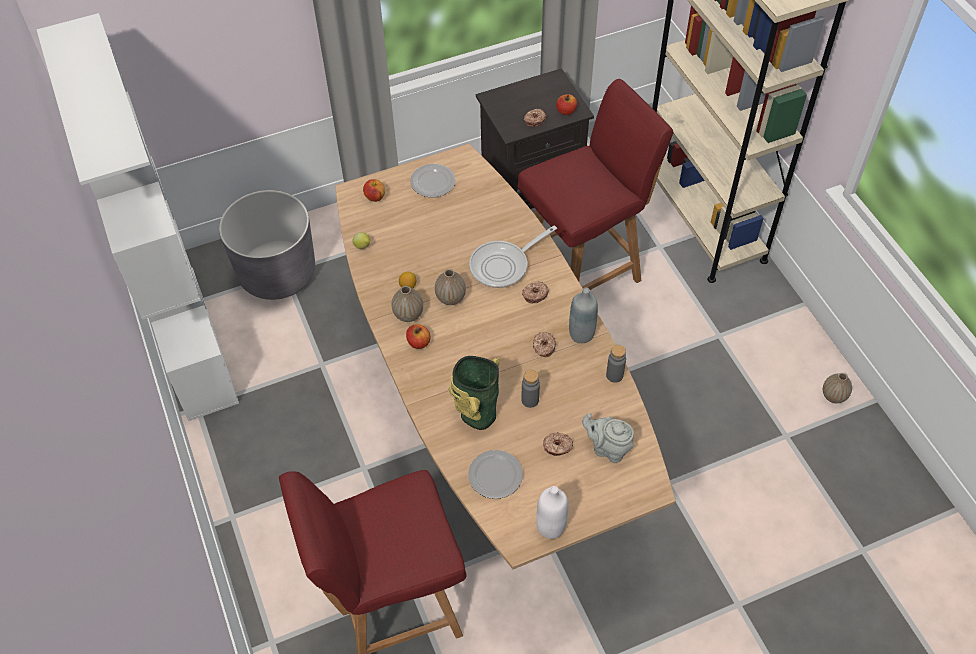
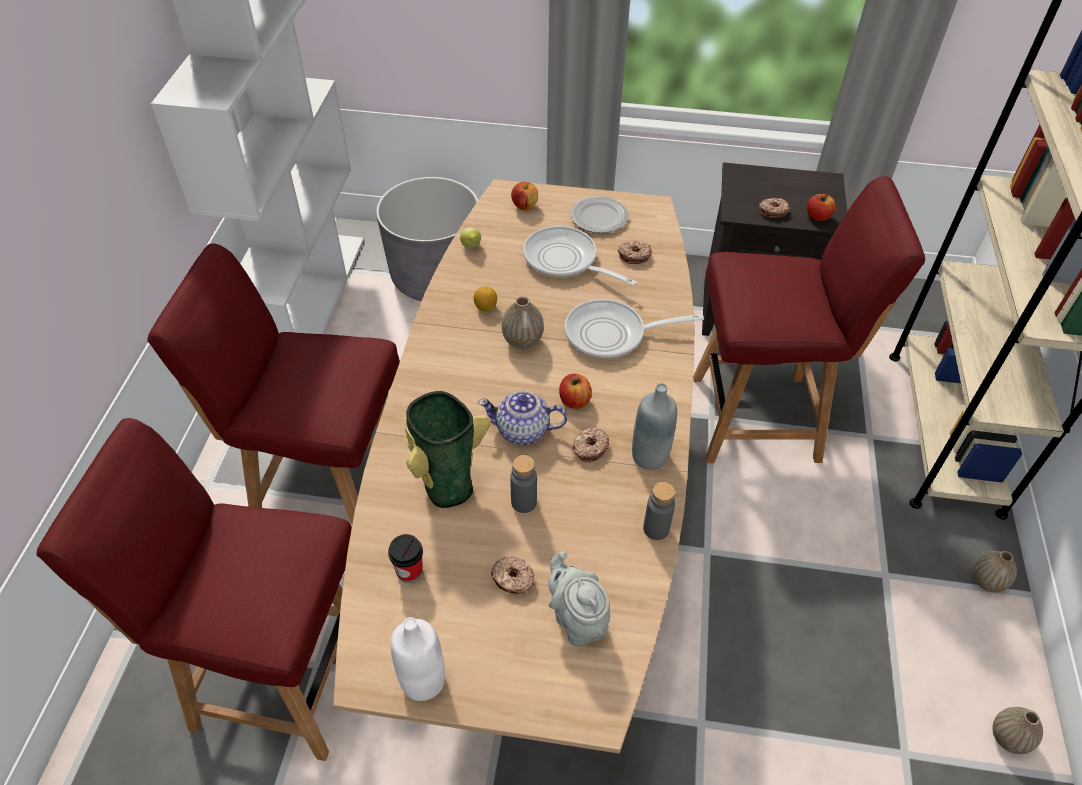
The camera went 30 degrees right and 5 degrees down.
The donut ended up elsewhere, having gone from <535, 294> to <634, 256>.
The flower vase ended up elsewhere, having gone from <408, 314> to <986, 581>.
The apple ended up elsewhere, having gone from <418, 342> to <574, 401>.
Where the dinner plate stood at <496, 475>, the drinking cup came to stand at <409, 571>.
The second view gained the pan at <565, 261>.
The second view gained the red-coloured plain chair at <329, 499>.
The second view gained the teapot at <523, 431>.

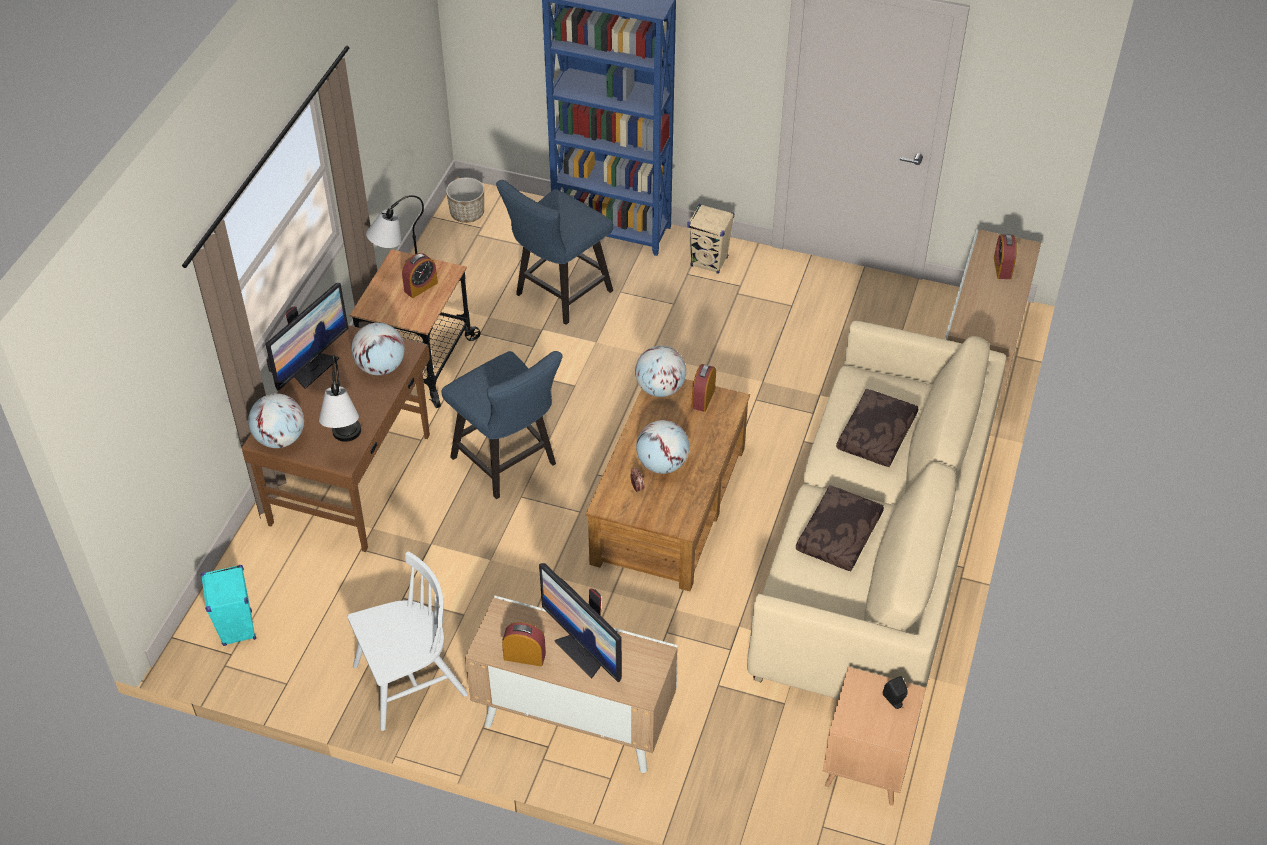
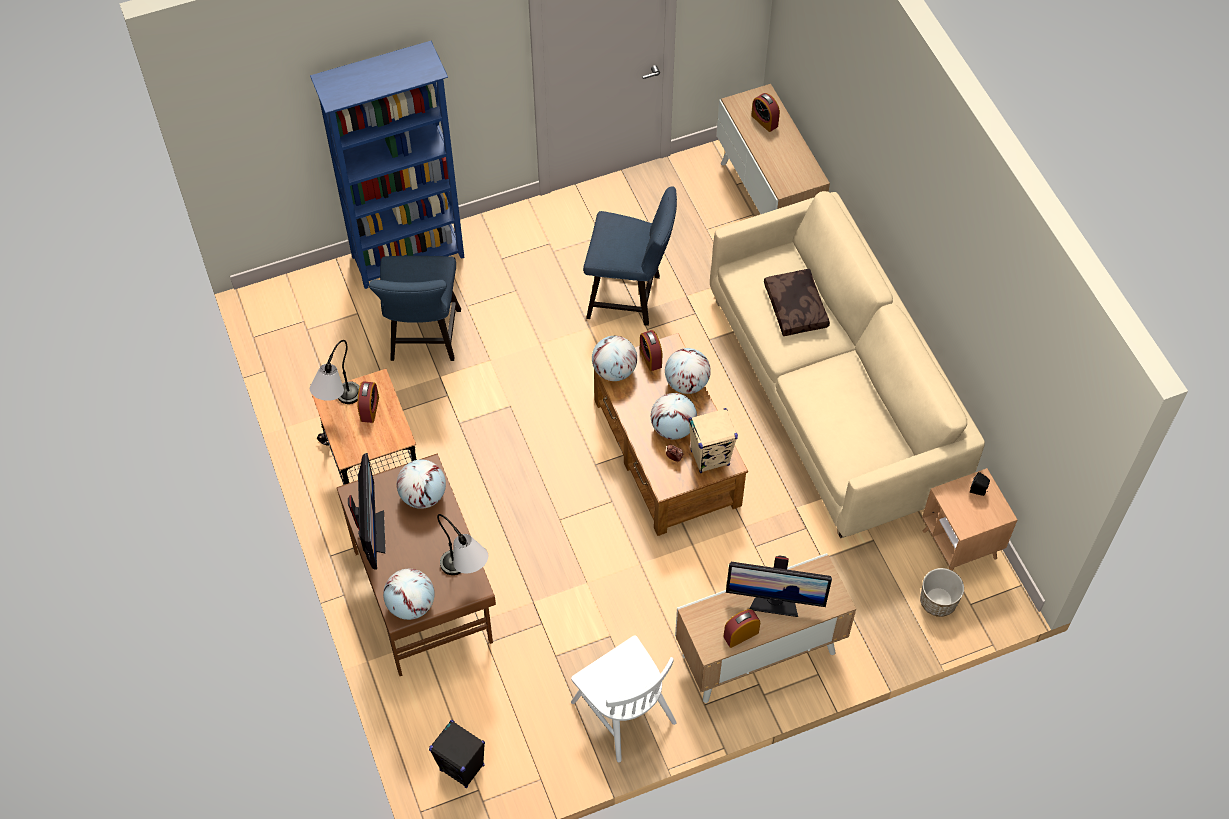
The camera went 40 degrees left and 10 degrees up.
The plant pot ended up elsewhere, having gone from <467, 214> to <938, 601>.
The beige audio speaker ended up elsewhere, having gone from <709, 262> to <710, 458>.
The blue plain chair ended up elsewhere, having gone from <509, 464> to <630, 297>.
The second view lost the brown-coloured throw pillow at <840, 536>.
The whitish plain chair at <409, 681> ended up facing another way, 120 degrees clockwise from before.
What was the turquoise-coloured audio speaker at <237, 629> turned into the black audio speaker at <462, 768>.
The second view gained the world globe at <686, 383>.

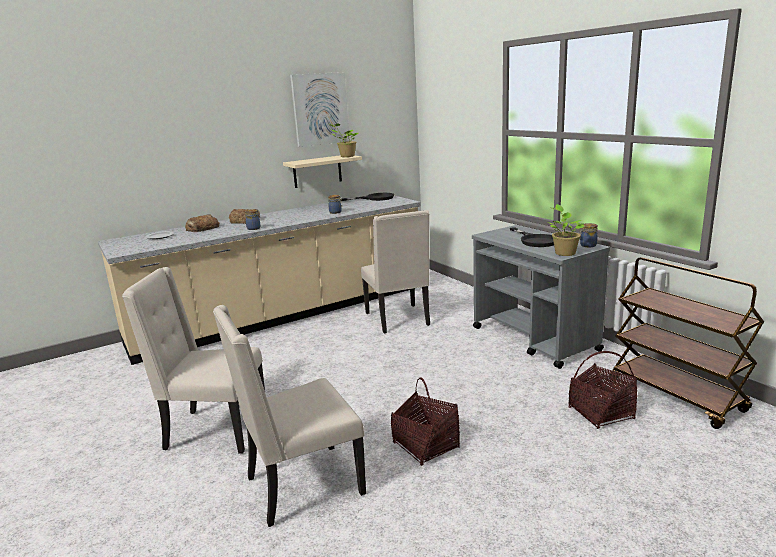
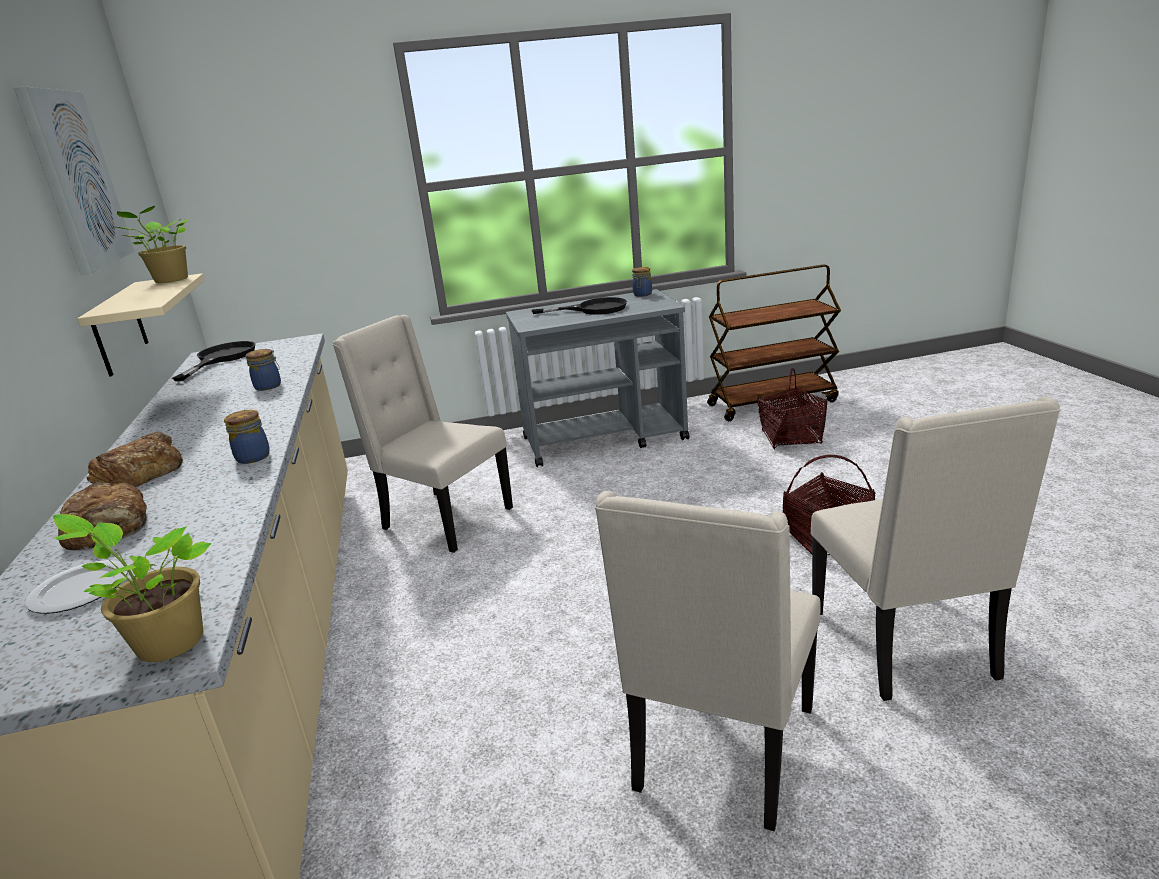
The camera went 70 degrees left and 5 degrees up.
The plant in a pot ended up elsewhere, having gone from <564, 253> to <165, 643>.
The beige plain chair at <399, 319> ended up facing another way, 150 degrees counterclockwise from before.

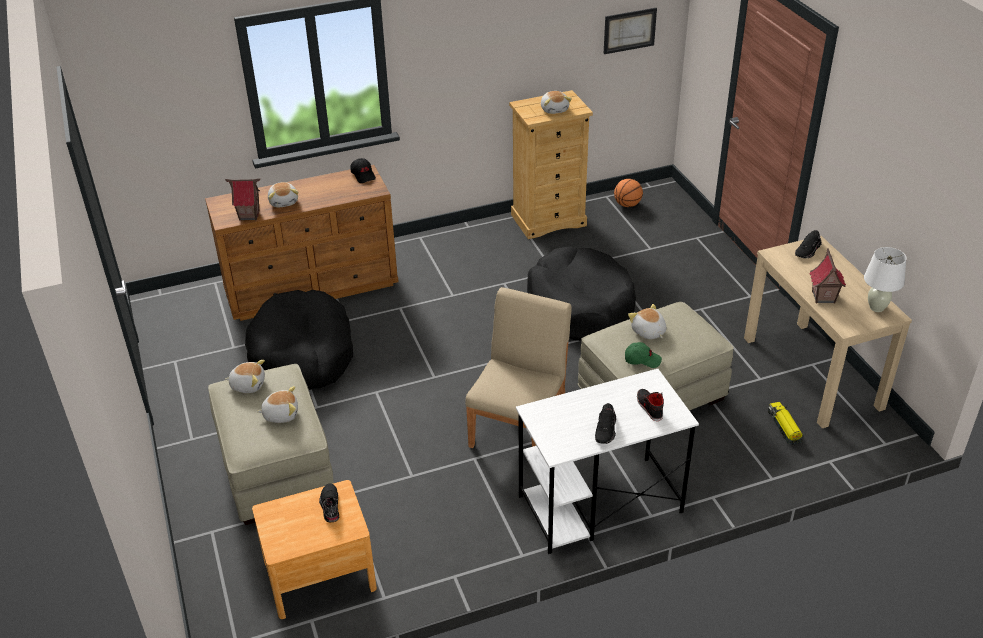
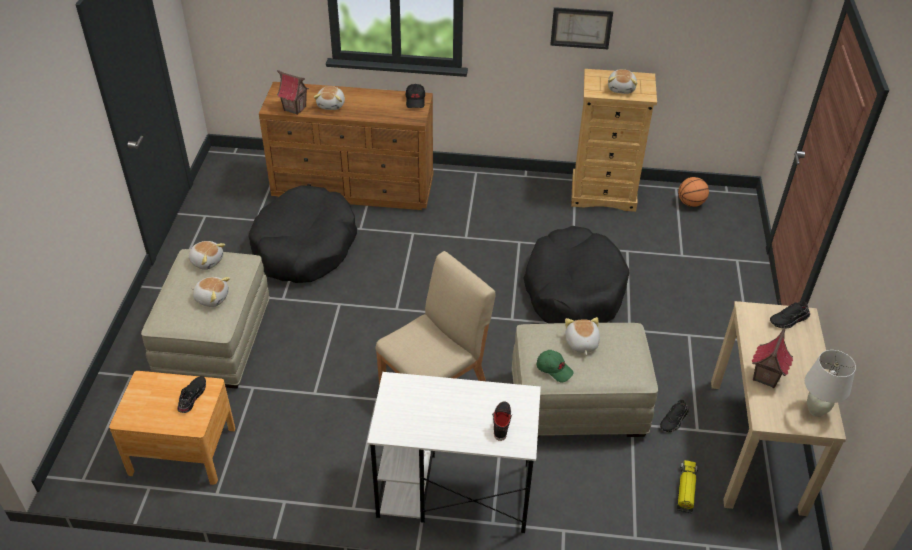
The camera went 25 degrees right and 5 degrees up.
The picture ended up elsewhere, having gone from <629, 30> to <581, 28>.
The black low shoe ended up elsewhere, having gone from <606, 430> to <674, 420>.

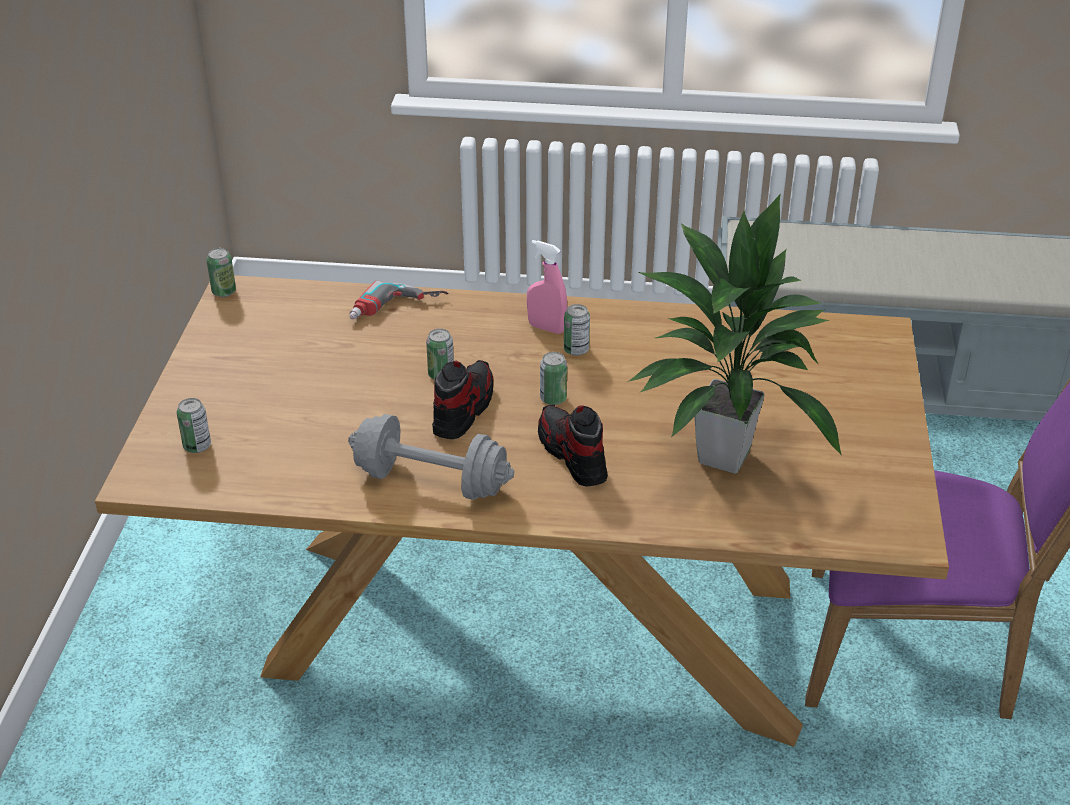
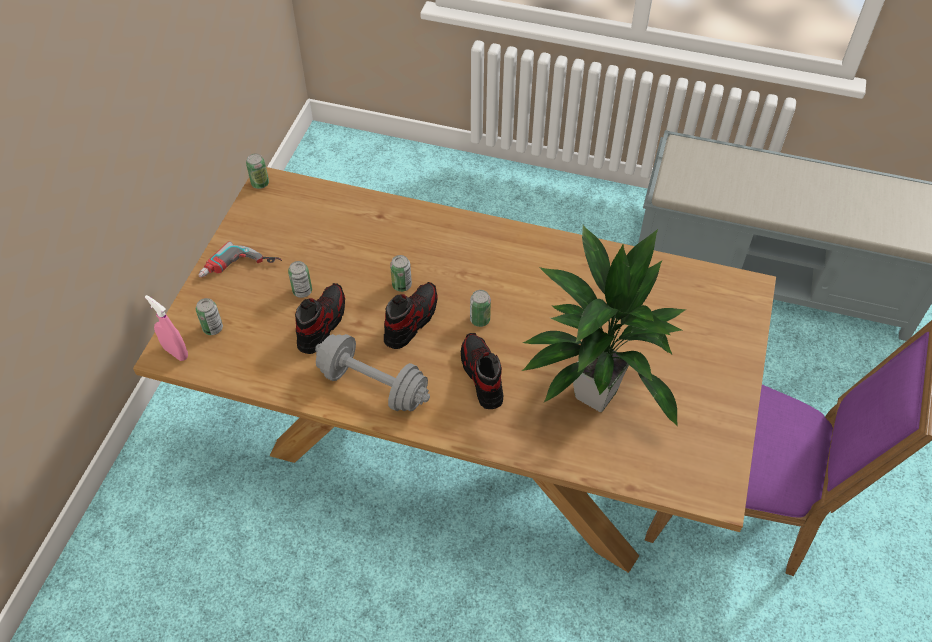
The camera went 10 degrees right and 15 degrees up.
The pink spray bottle ended up elsewhere, having gone from <546, 328> to <175, 352>.
The power drill ended up elsewhere, having gone from <397, 310> to <240, 271>.
The sealed can ended up elsewhere, having gone from <576, 350> to <302, 291>.
The second view gained the low shoe at <322, 324>.

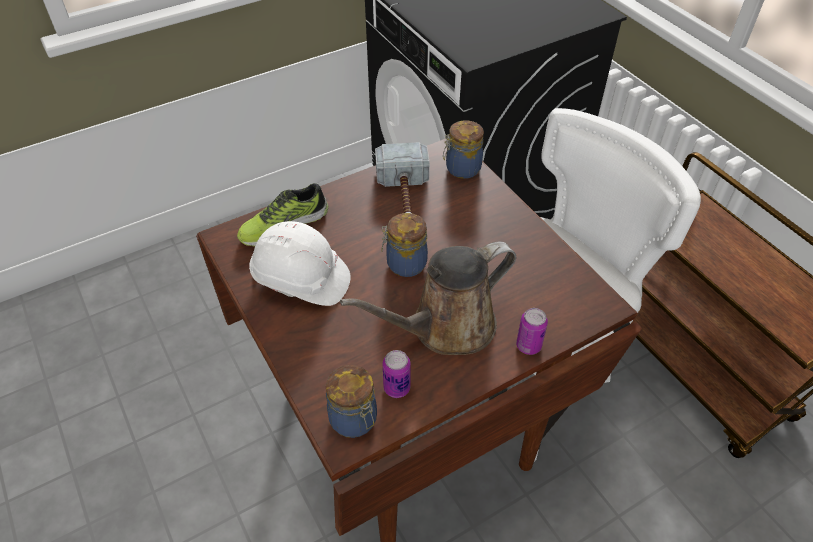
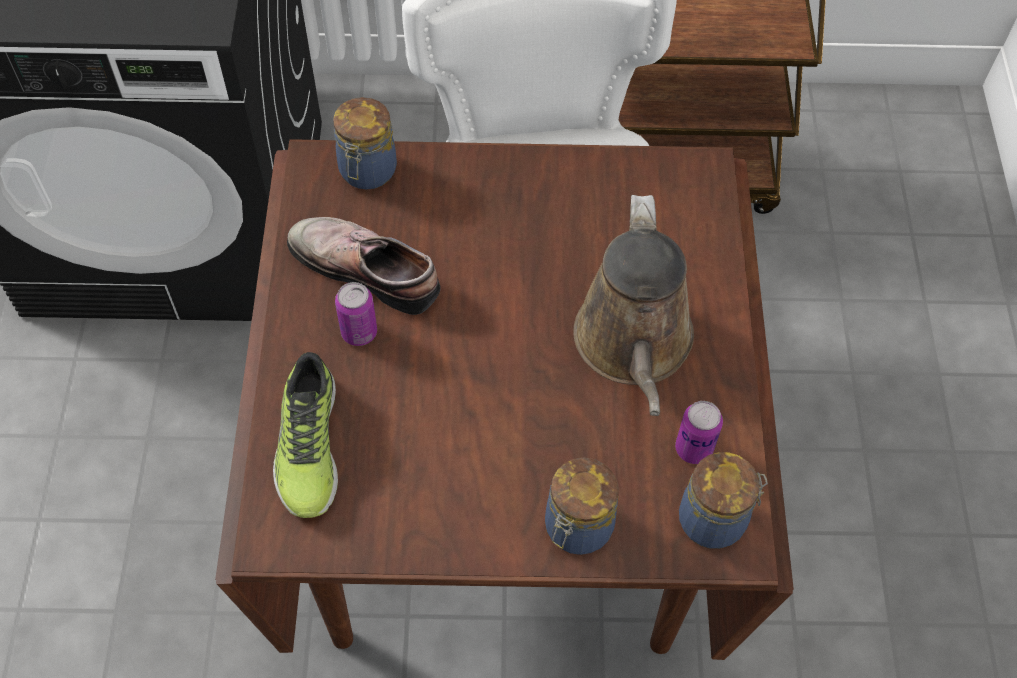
The camera went 60 degrees left and 10 degrees up.
Where the tool hammer stood at <404, 196>, the low shoe came to stand at <368, 267>.
The jar ended up elsewhere, having gone from <404, 264> to <576, 529>.
The second view lost the whitish safety helmet at <301, 280>.
The sealed can ended up elsewhere, having gone from <528, 346> to <359, 332>.

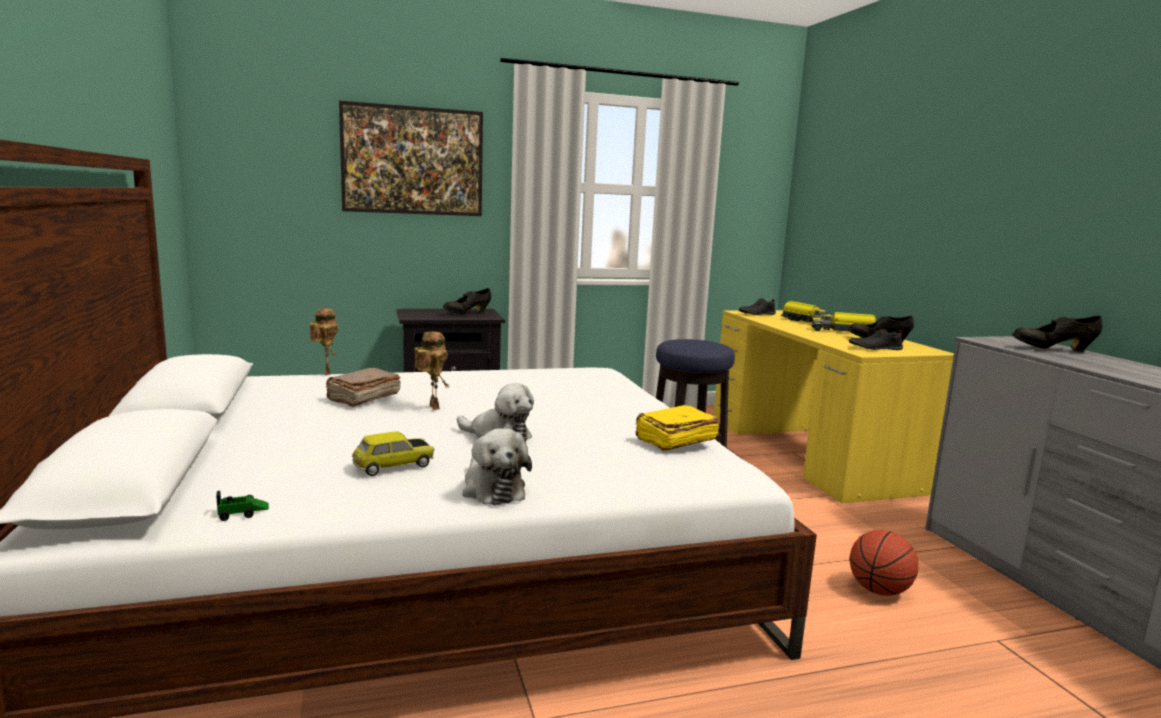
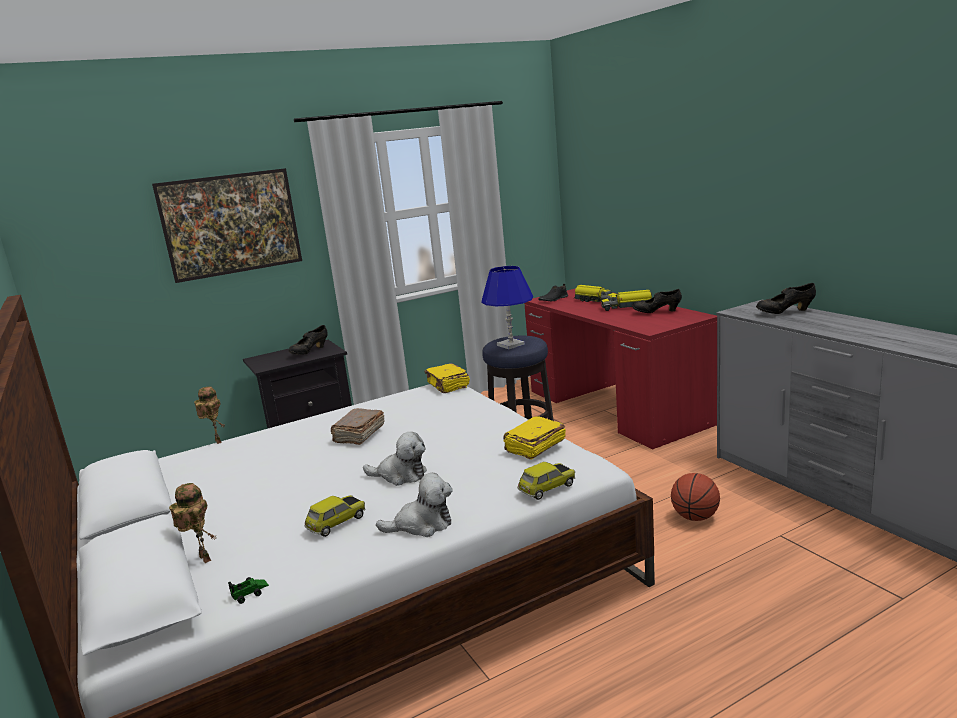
The camera went 10 degrees left and 5 degrees up.
What was the yellow-coloured desk unit at <809, 452> turned into the red-coloured desk unit at <616, 407>.
The second view lost the black low shoe at <875, 348>.
The toy robot ended up elsewhere, having gone from <432, 407> to <202, 559>.
The brown-coloured volume ended up elsewhere, having gone from <363, 398> to <359, 435>.
The plush toy at <492, 489> ended up facing another way, 60 degrees counterclockwise from before.
The second view gained the blue tabletop lamp at <511, 345>.
The second view gained the yellow-coloured volume at <448, 385>.
The second view gained the miniature car at <547, 488>.

